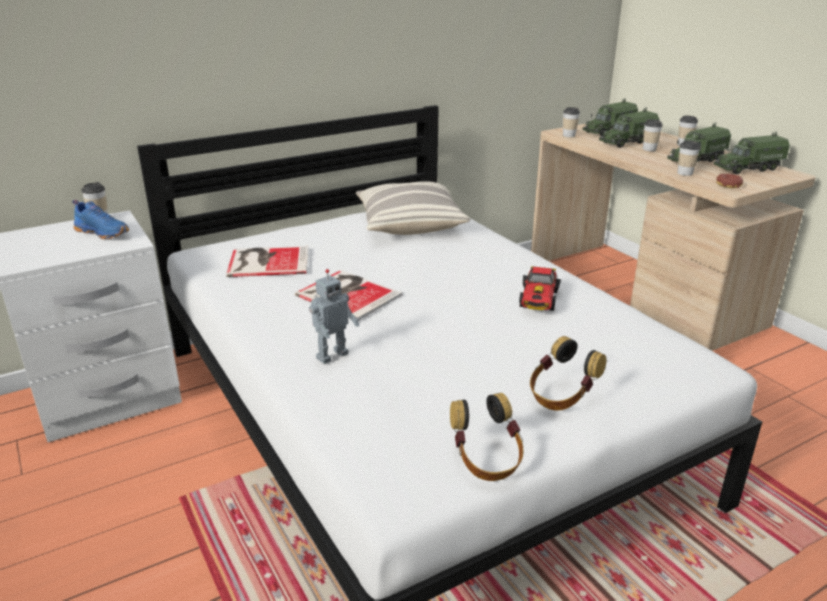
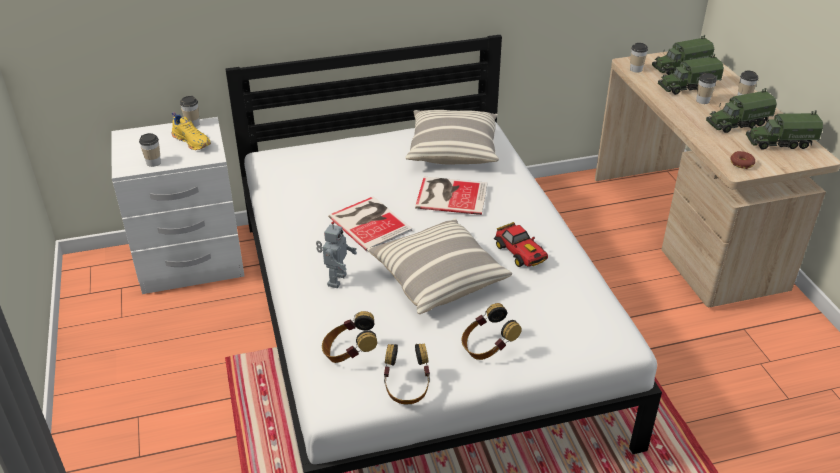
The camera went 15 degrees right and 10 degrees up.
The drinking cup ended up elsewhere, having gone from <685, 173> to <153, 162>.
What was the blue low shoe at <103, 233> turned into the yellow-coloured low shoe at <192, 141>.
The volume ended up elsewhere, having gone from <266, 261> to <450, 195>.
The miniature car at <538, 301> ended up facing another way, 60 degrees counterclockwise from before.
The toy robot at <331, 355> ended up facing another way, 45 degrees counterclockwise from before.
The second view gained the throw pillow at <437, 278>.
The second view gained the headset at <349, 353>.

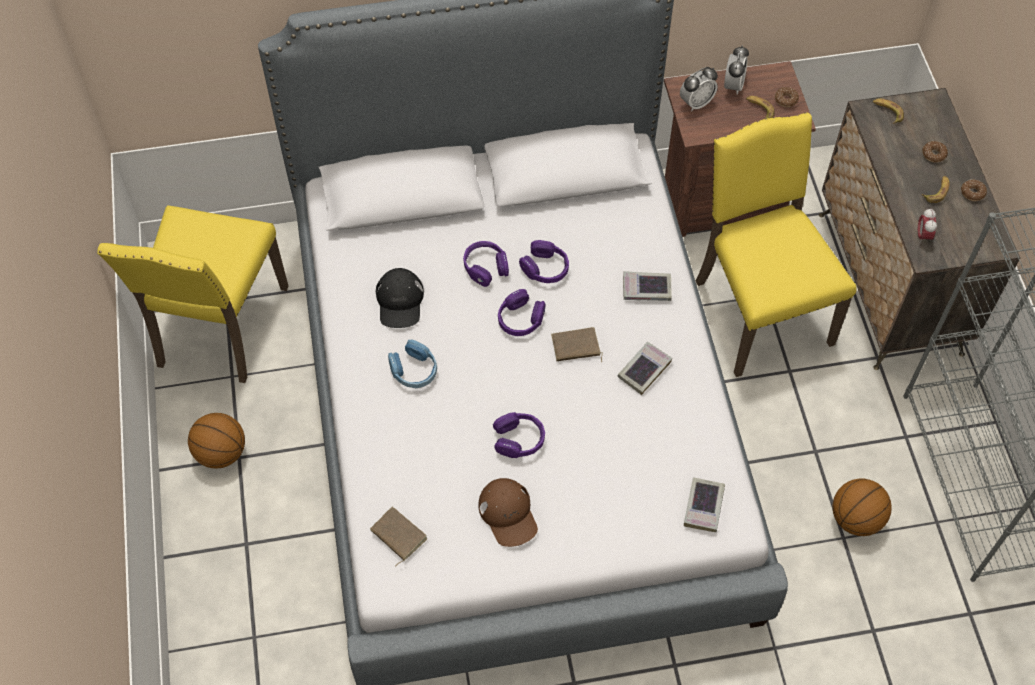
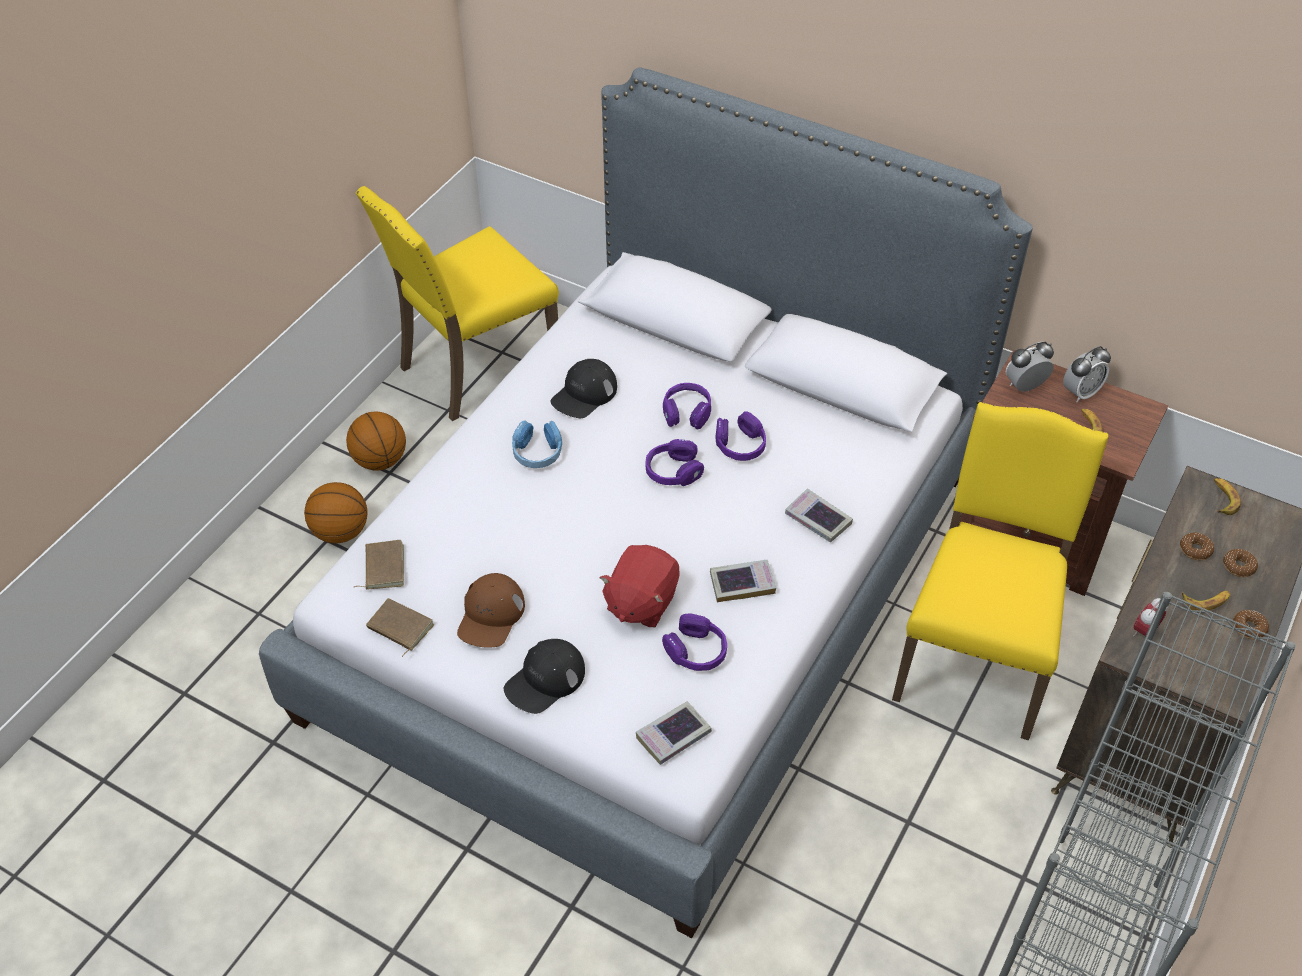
The camera went 40 degrees right and 10 degrees down.
The bedside clock at <696, 103> ended up facing another way, 150 degrees clockwise from before.
The donut ended up elsewhere, having gone from <786, 100> to <1195, 550>.
The brown-coloured volume ended up elsewhere, having gone from <575, 347> to <399, 628>.
The purplish headset ended up elsewhere, having gone from <519, 439> to <696, 651>.
The basketball ball ended up elsewhere, having gone from <856, 519> to <341, 532>.
The second view gained the red-coloured plush toy at <640, 602>.
The second view gained the black cap at <545, 680>.

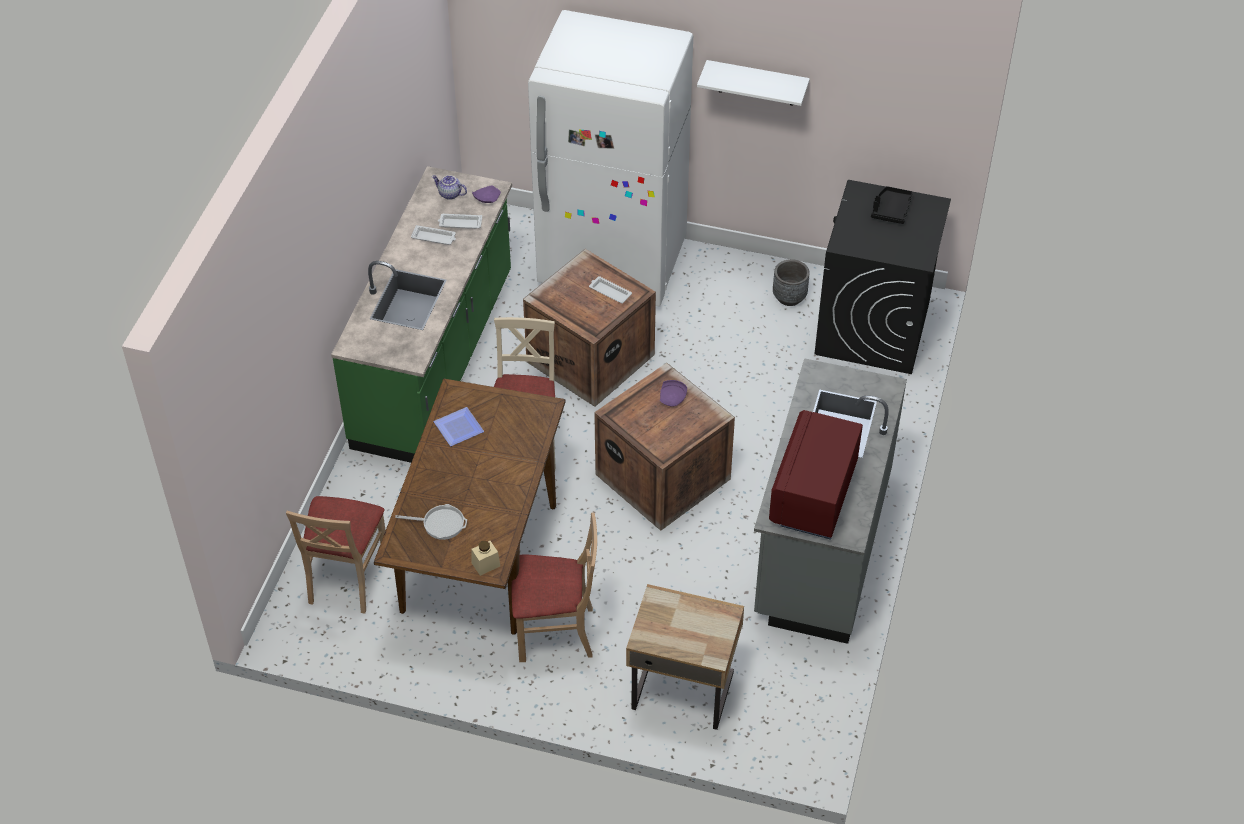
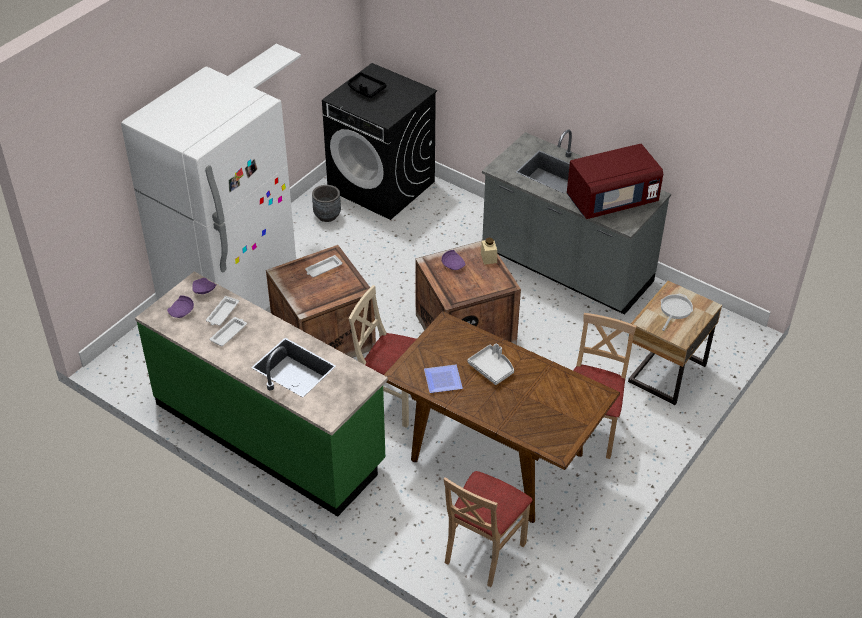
The camera went 70 degrees left and 5 degrees down.
Where the teapot stood at <449, 194>, the purplish dinner plate came to stand at <182, 311>.
The red-coloured microwave at <814, 494> ended up facing another way, 60 degrees counterclockwise from before.
The beige plain chair at <346, 579> ended up facing another way, 90 degrees clockwise from before.
The pan ended up elsewhere, having gone from <440, 524> to <674, 310>.
The beige jar ended up elsewhere, having gone from <486, 564> to <488, 258>.
The second view gained the grey carrying tray at <492, 369>.

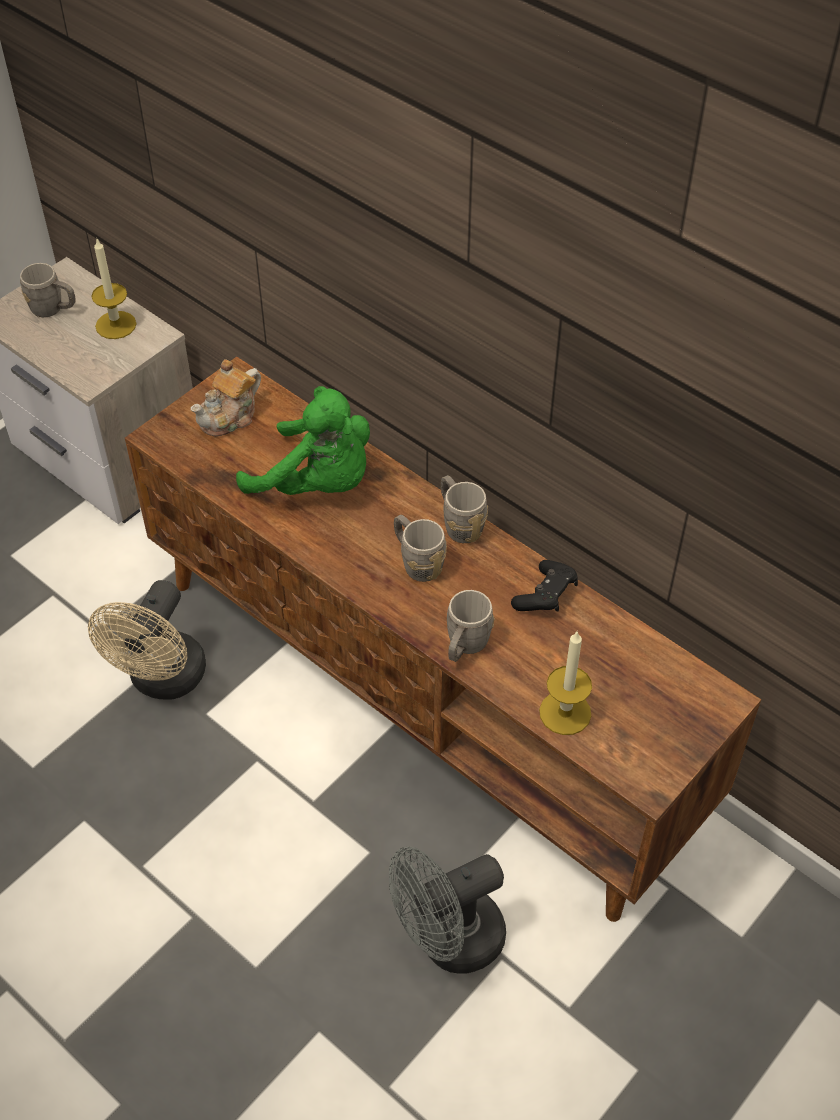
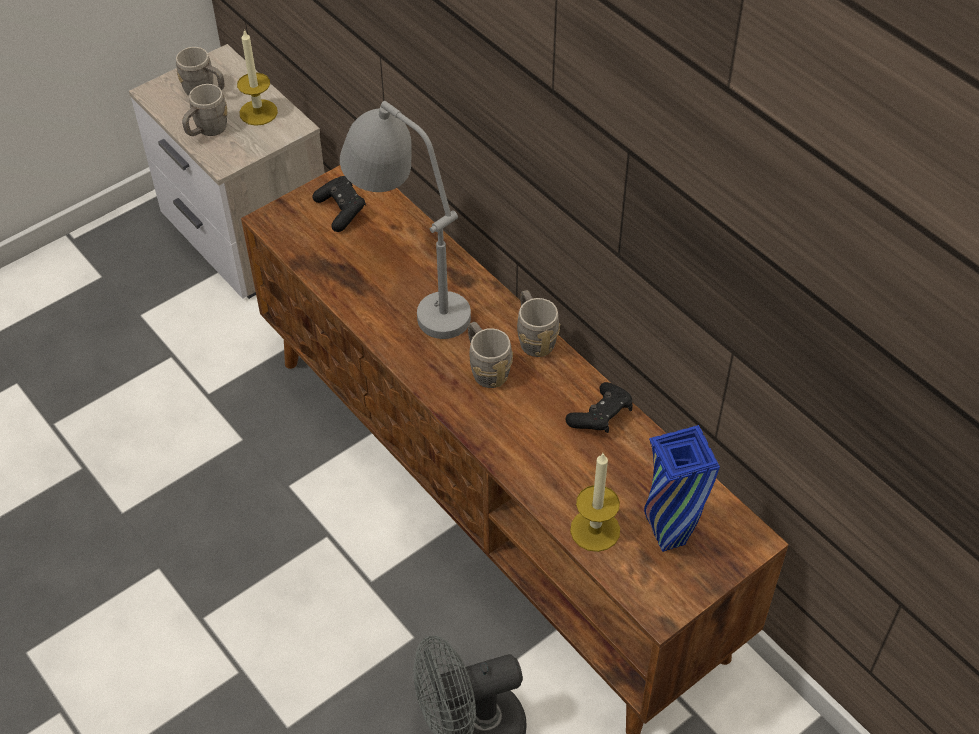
The camera went 10 degrees right and 0 degrees up.
Where the teapot stood at <230, 417>, the black game controller came to stand at <341, 210>.
Where the greenish plush toy stood at <317, 484>, the grey tabletop lamp came to stand at <408, 283>.
The second view lost the beige cooling fan at <163, 681>.
The grey mug ended up elsewhere, having gone from <465, 646> to <207, 131>.
The second view gained the blue flower vase at <668, 538>.

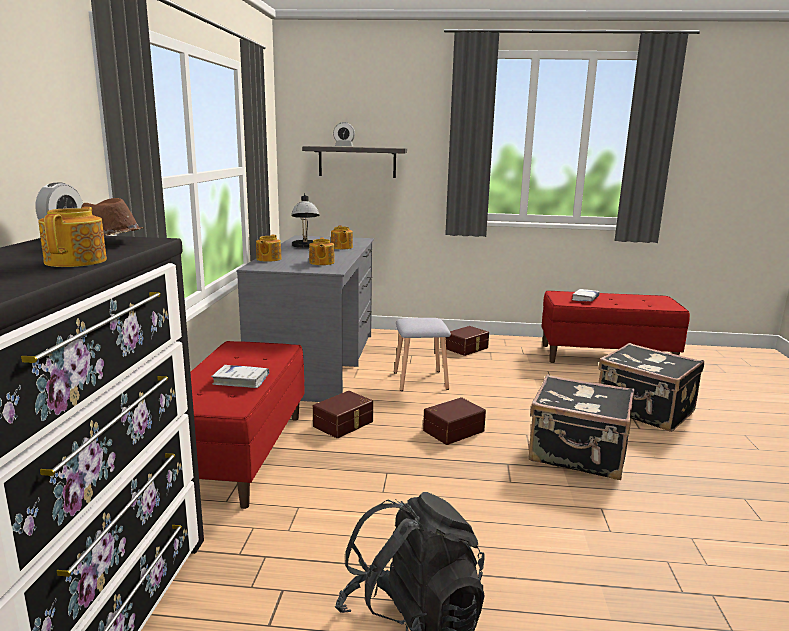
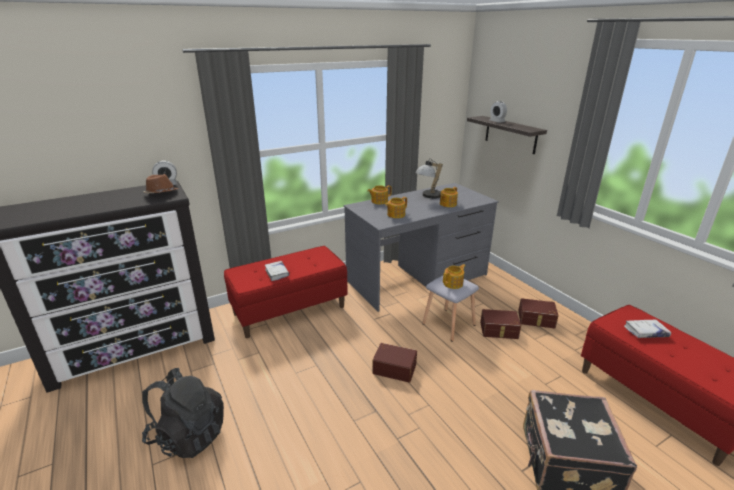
The camera went 55 degrees right and 10 degrees up.
The teapot ended up elsewhere, having gone from <77, 261> to <453, 283>.
The second view lost the black suitcase at <578, 454>.
The brown-coloured storage container ended up elsewhere, having gone from <344, 424> to <499, 330>.

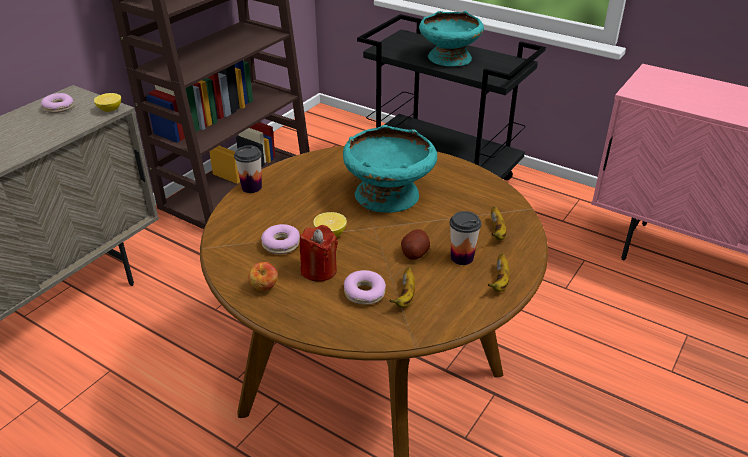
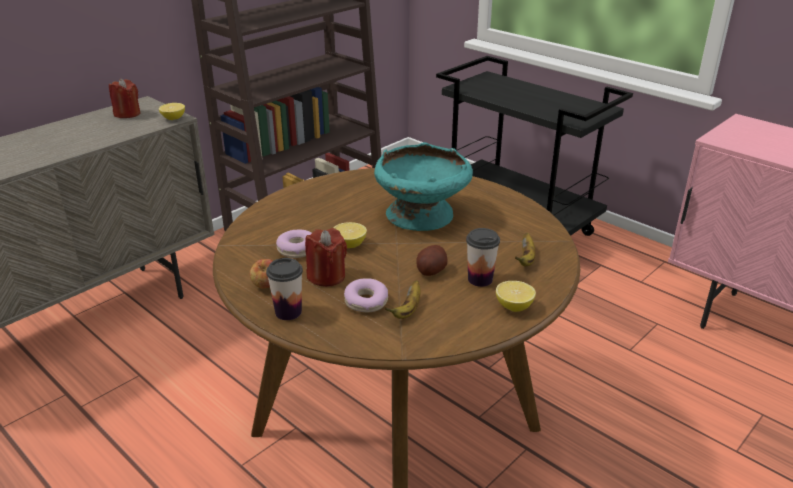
The camera went 10 degrees right and 5 degrees down.
The second view lost the turquoise-coloured bowl at <449, 57>.
Where the donut stood at <59, 108>, the red-coloured wax light came to stand at <127, 114>.
The drinking cup ended up elsewhere, having gone from <251, 187> to <288, 312>.
Where the banana stood at <500, 282>, the whole lemon came to stand at <514, 306>.

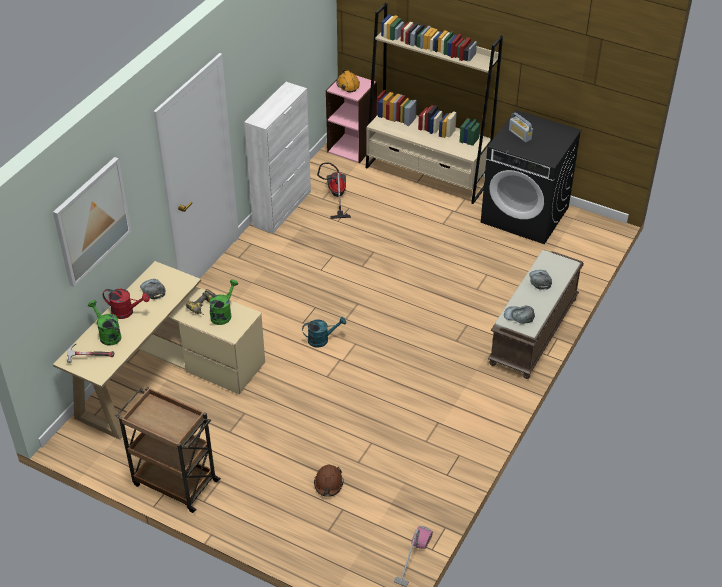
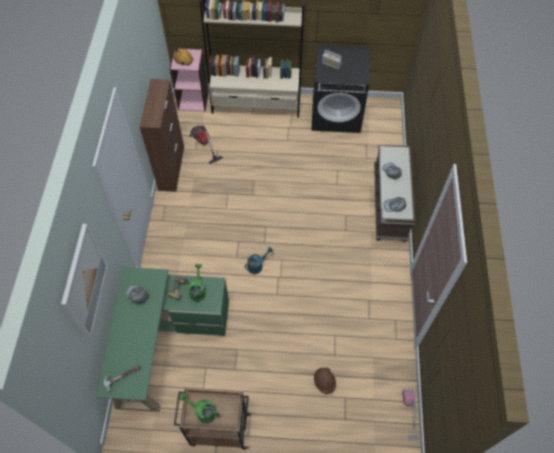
The camera went 25 degrees left and 15 degrees up.
What was the whitish storage cabinet at <282, 208> turned into the brown-coloured storage cabinet at <171, 167>.
What was the beige desk unit at <165, 376> turned into the greenish desk unit at <163, 342>.
The second view lost the red-coloured sprinkling can at <126, 312>.
The greenish sprinkling can ended up elsewhere, having gone from <107, 335> to <202, 412>.

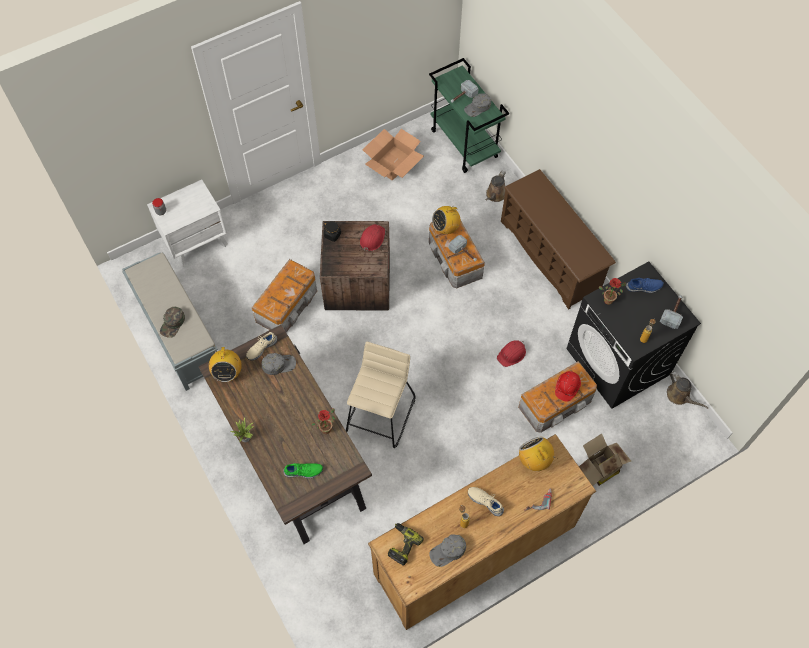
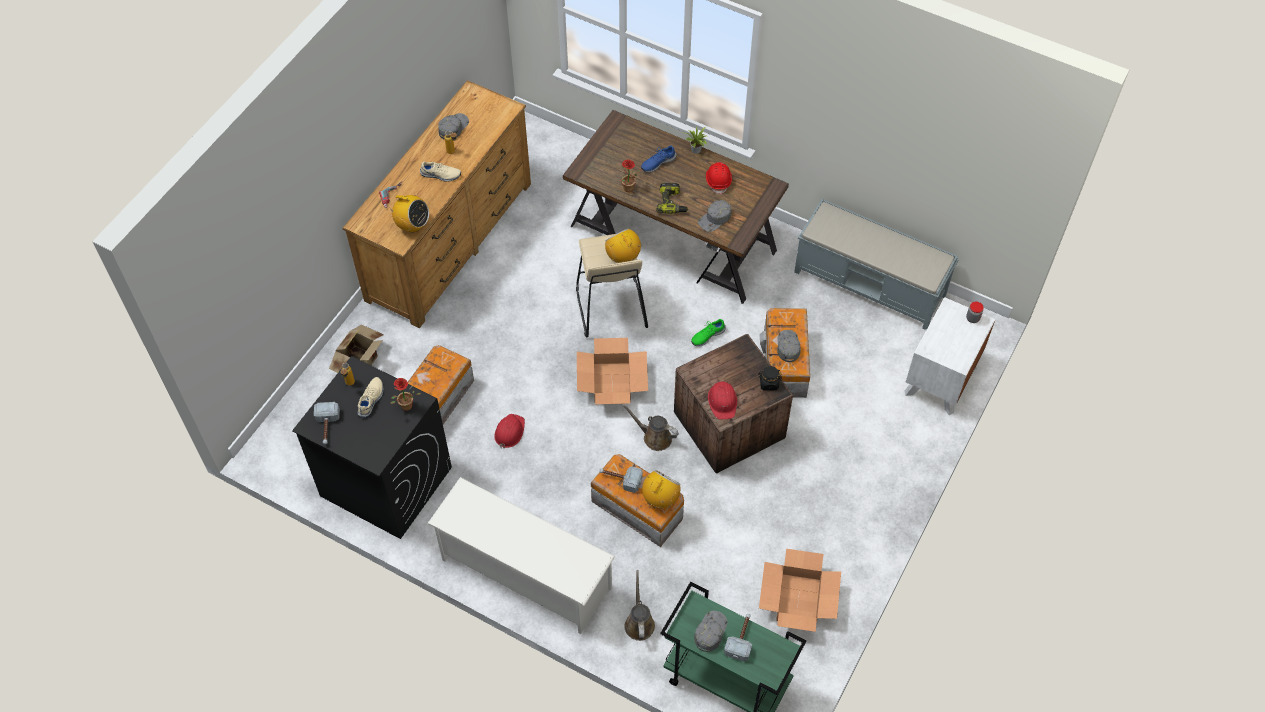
The camera went 150 degrees right and 5 degrees down.
What was the brown-coloured shoe stand at <550, 255> turned into the whitish shoe stand at <525, 574>.
The blue low shoe ended up elsewhere, having gone from <644, 287> to <657, 162>.
The second view lost the greenish cap at <173, 324>.
The beige low shoe ended up elsewhere, having gone from <261, 348> to <371, 399>.
The radio set ended up elsewhere, having gone from <227, 372> to <623, 257>.
The red-coloured safety helmet ended up elsewhere, having gone from <566, 387> to <718, 181>.
The brown-coloured sprinkling can ended up elsewhere, having gone from <680, 396> to <654, 437>.
The greenish low shoe ended up elsewhere, having gone from <303, 472> to <707, 335>.
The power drill ended up elsewhere, having gone from <402, 545> to <672, 203>.
The second view gained the grey cap at <787, 346>.
The second view gained the packing box at <612, 383>.

